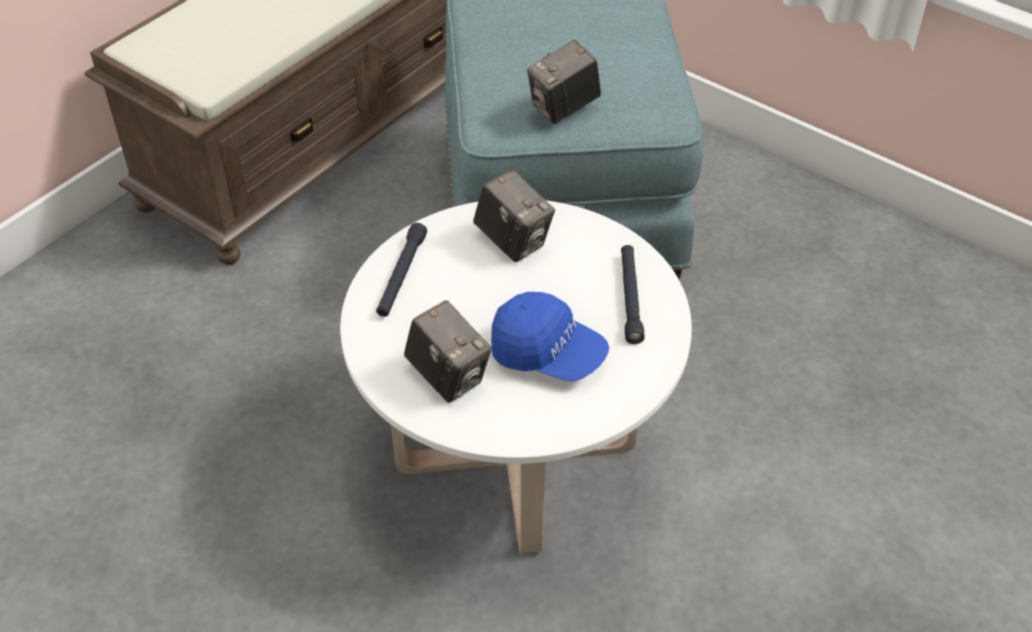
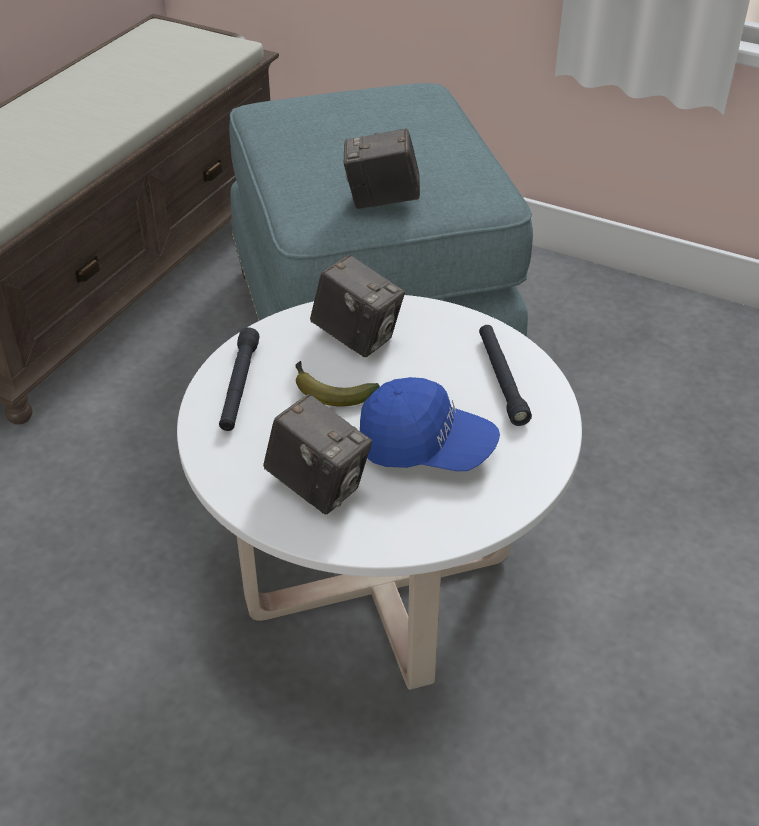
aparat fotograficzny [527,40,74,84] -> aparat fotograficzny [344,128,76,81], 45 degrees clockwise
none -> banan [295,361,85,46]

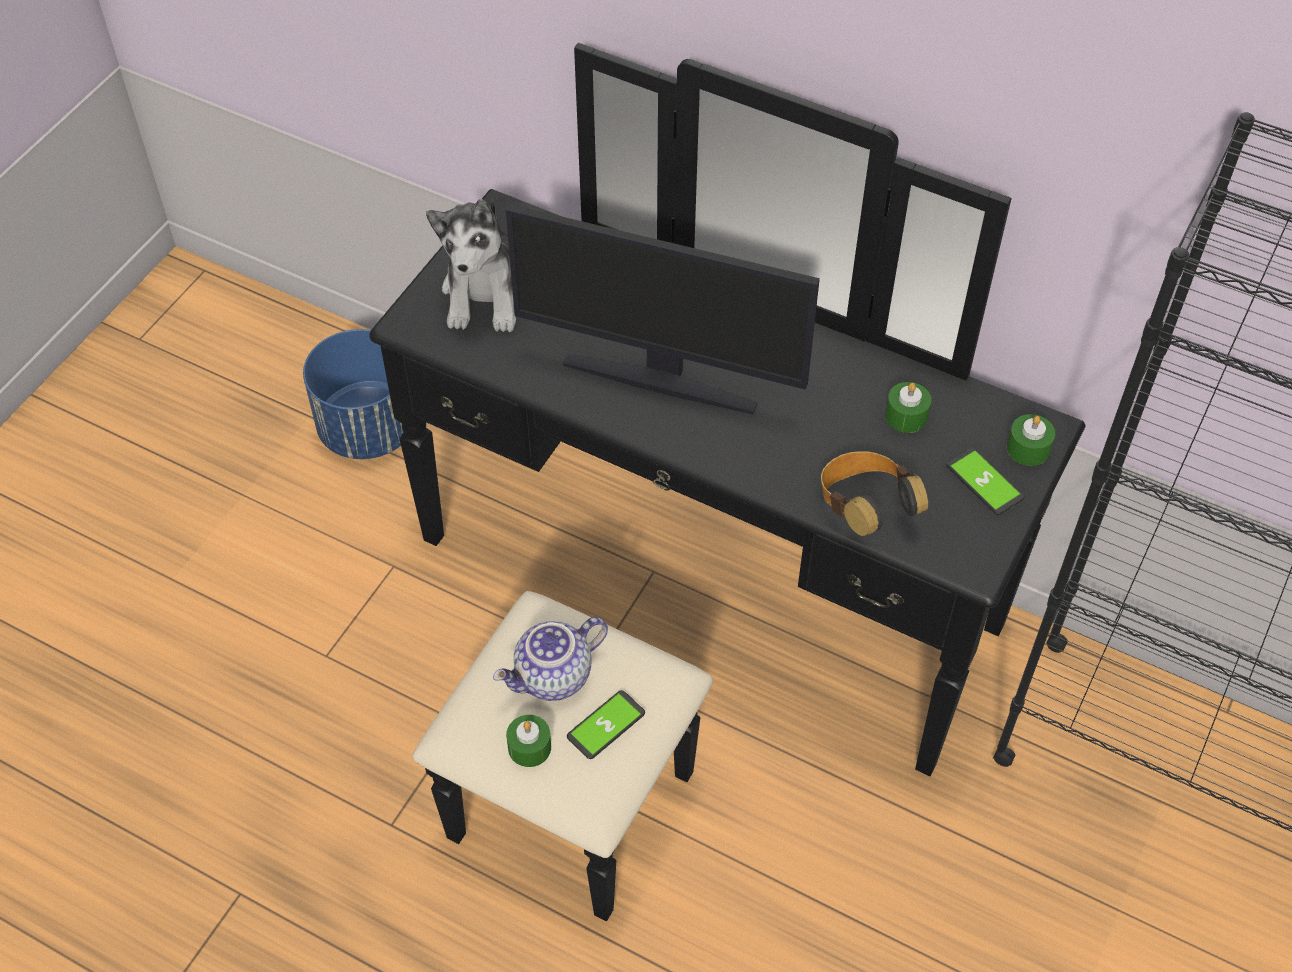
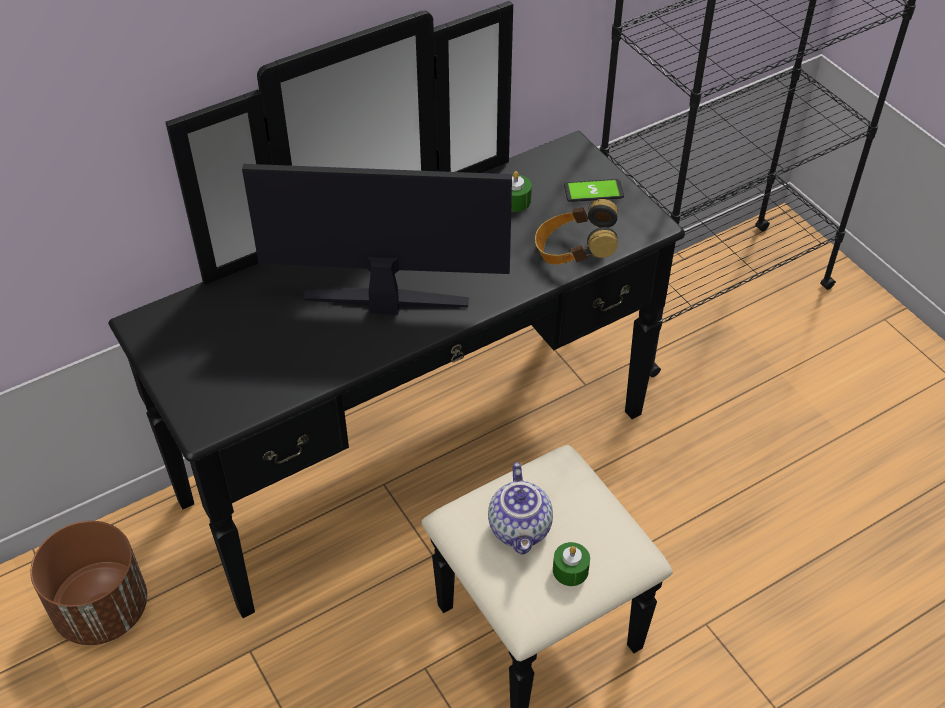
pluszak [426,198,90,134] -> none
monitor [506,204,314,210] -> monitor [242,164,270,151], 135 degrees counterclockwise
donica (niebieski) [303,329,100,130] -> donica (brązowy) [30,521,117,124]
świeca (zielony) [1007,414,48,52] -> none
telefon [567,690,78,69] -> none

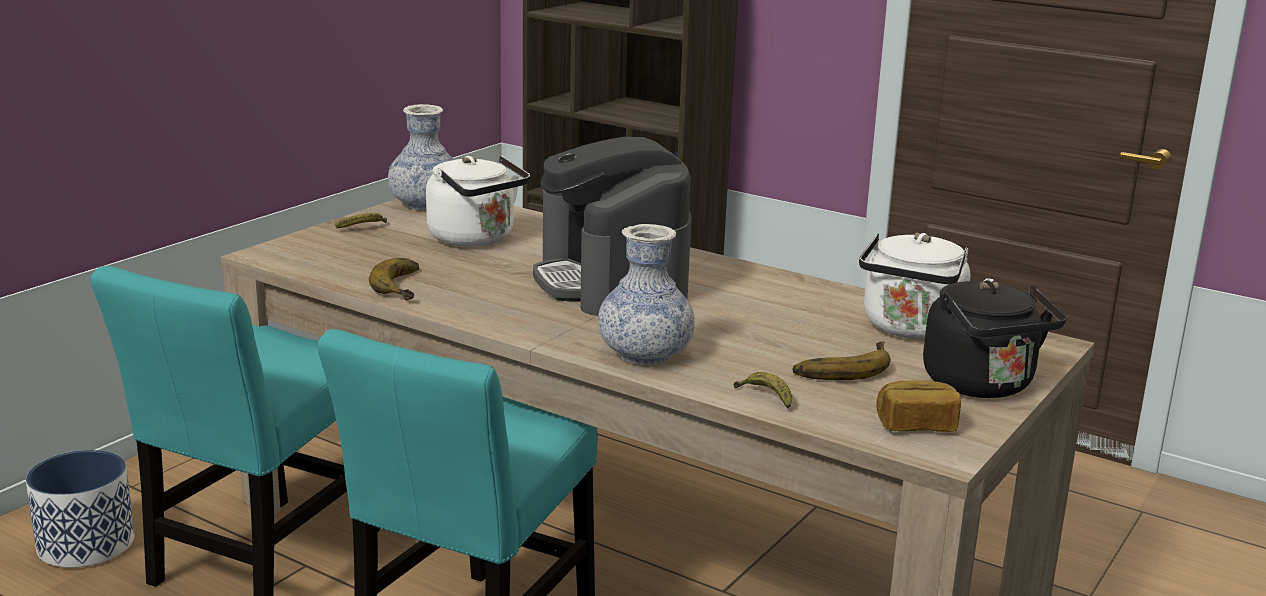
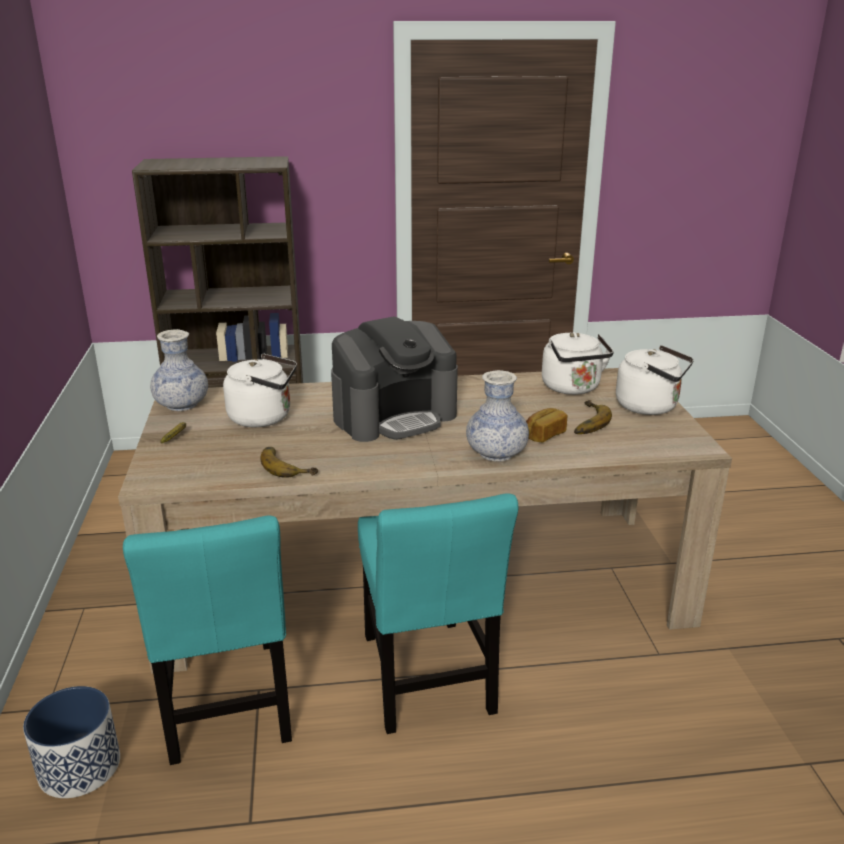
ekspres do kawy [533,137,158,179] -> ekspres do kawy [331,316,127,126], 60 degrees counterclockwise
czajnik (czarny) [923,280,144,118] -> czajnik (biały) [616,345,78,70]
banan [733,372,59,36] -> none
chleb [876,381,85,51] -> chleb [526,408,41,35], moved

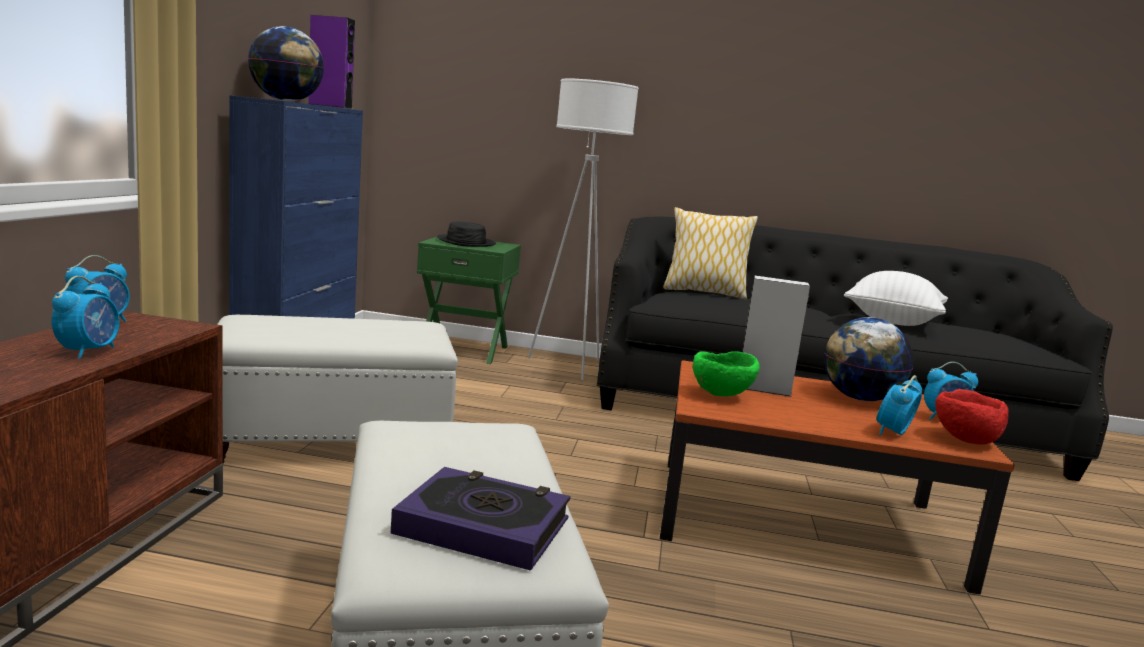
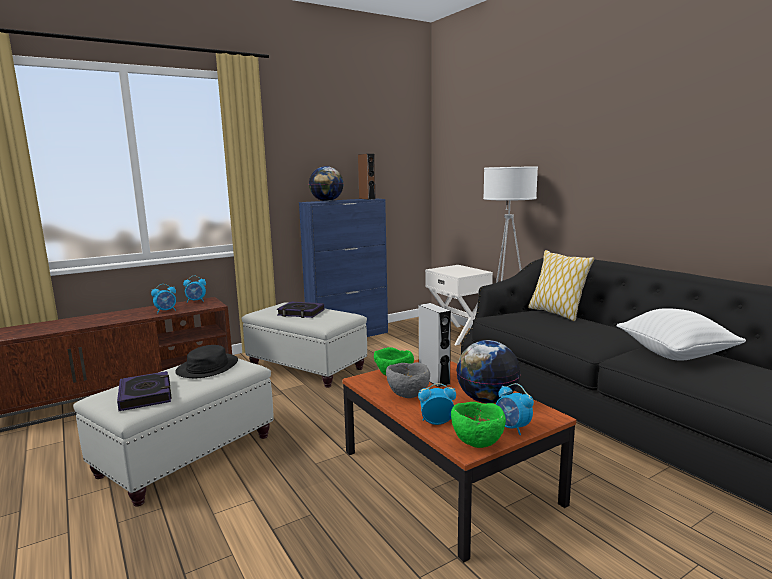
głośnik (fioletowy) [308,15,47,94] -> głośnik (brązowy) [358,154,17,46]
kapelusz (czarny) [437,222,59,25] -> kapelusz (czarny) [175,345,63,33], moved
szafka nocna (zielony) [417,237,104,127] -> szafka nocna (biały) [425,265,68,80]
miska (czerwony) [935,389,74,56] -> miska (zielony) [451,402,55,46]
none -> książka [277,301,47,17]
none -> miska (szary) [386,362,44,36]

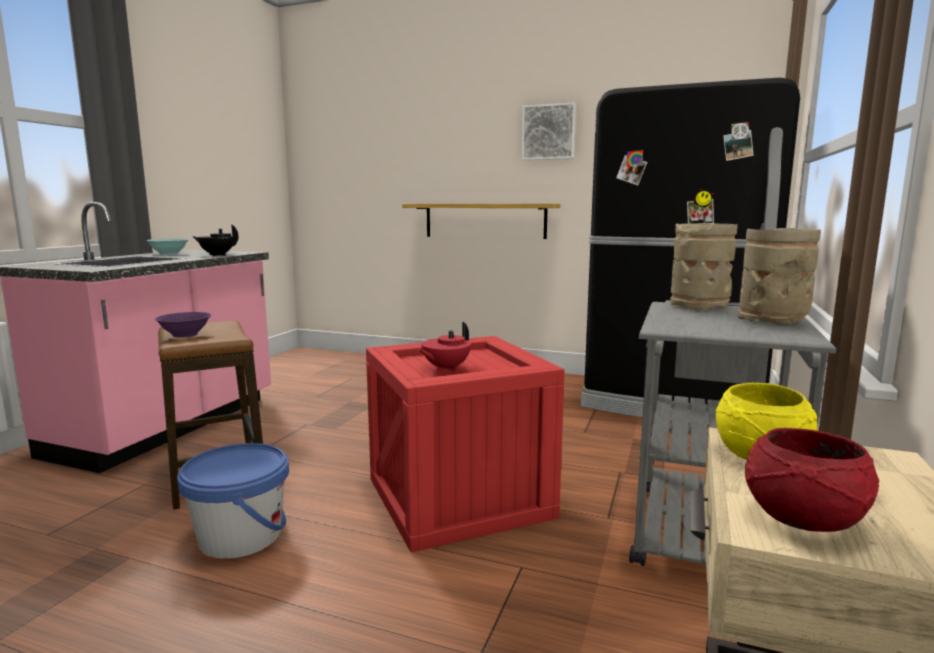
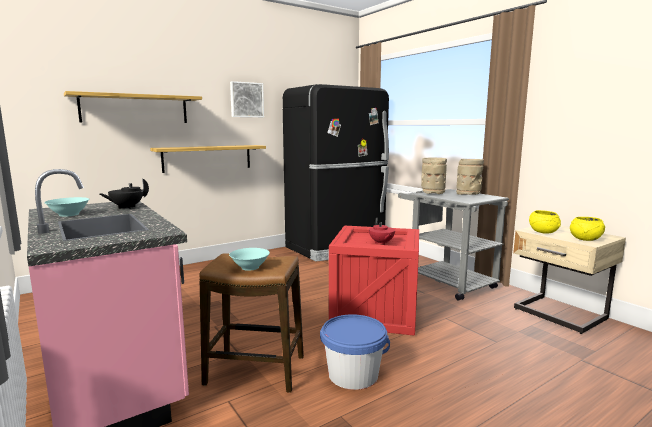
miska (fioletowy) [155,312,56,26] -> miska (turkusowy) [229,248,41,23]
miska (czerwony) [745,428,134,104] -> miska (żółty) [570,217,36,24]
none -> półka [64,91,138,32]

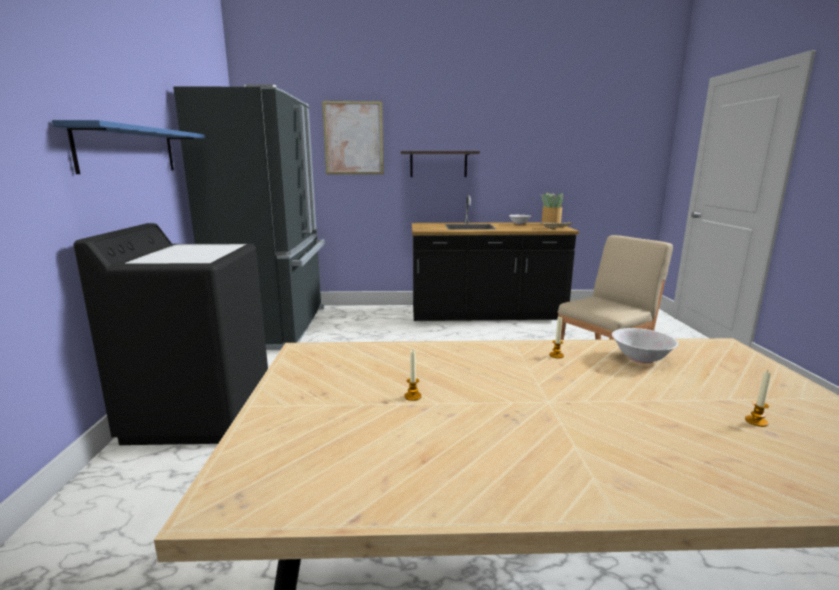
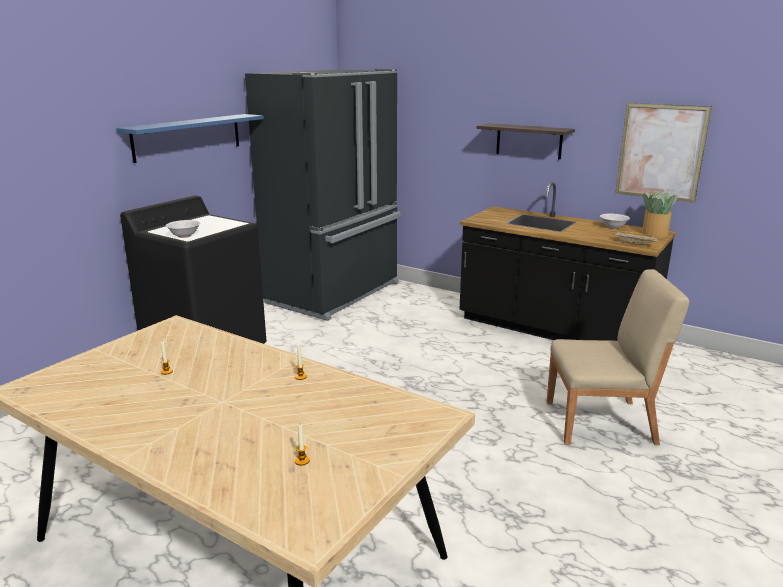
obraz [322,101,62,73] -> obraz [615,103,97,100], moved
miska (biały) [612,328,66,36] -> miska (biały) [166,220,34,18], moved

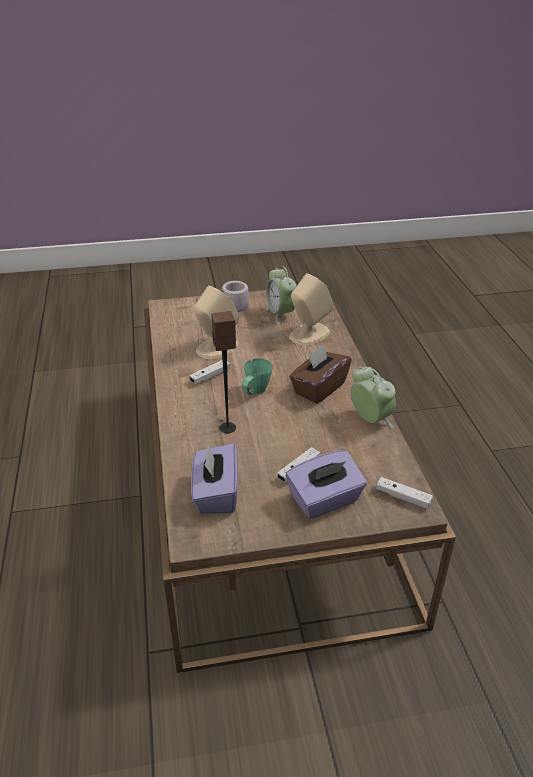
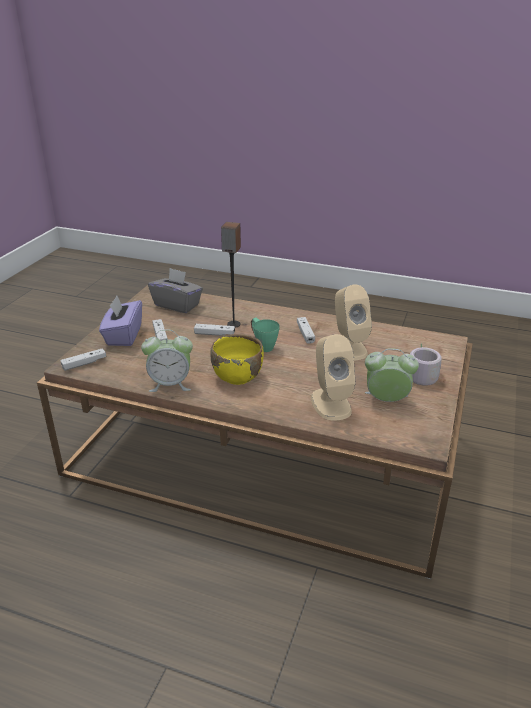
pudełko chusteczek (brązowy) [290,344,62,59] -> miska (żółty) [210,334,54,51]
pudełko chusteczek (fioletowy) [191,443,47,71] -> pudełko chusteczek (szary) [148,268,55,45]
none -> pad do gier (biały) [194,324,41,12]

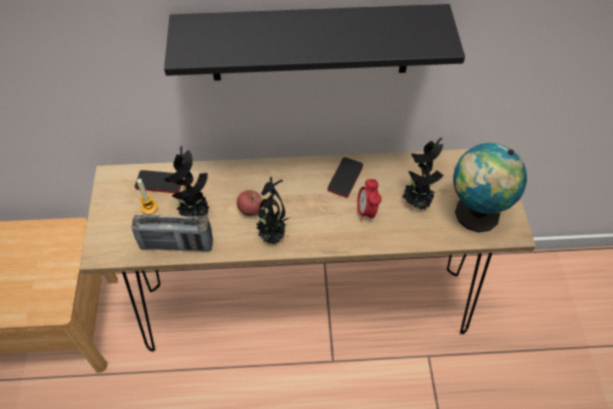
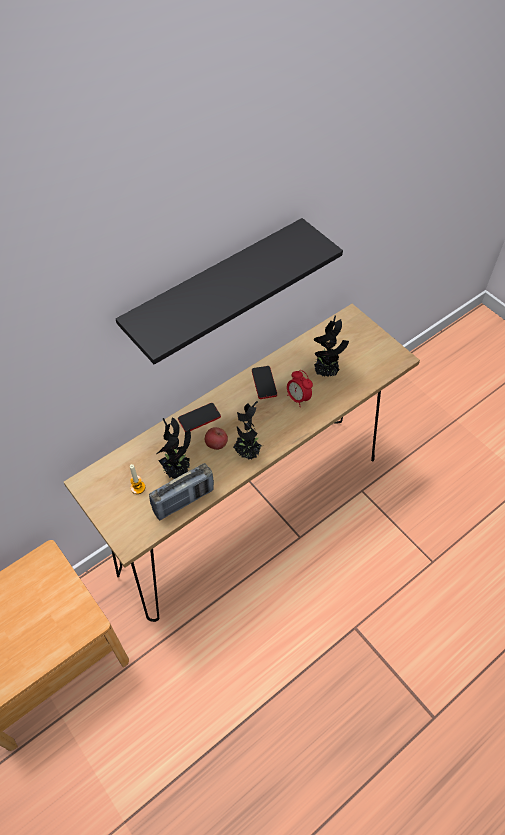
globus [453,143,74,89] -> none
telefon [135,170,46,23] -> telefon [178,403,43,29], moved

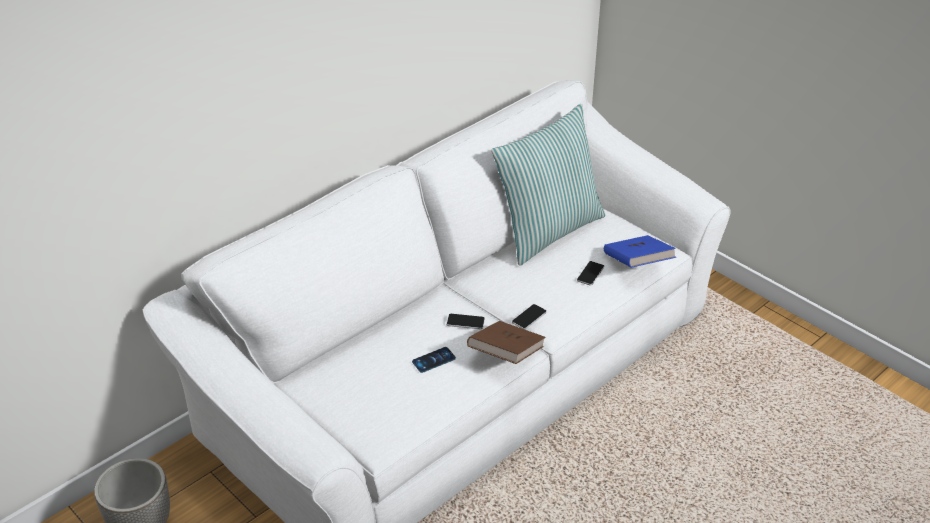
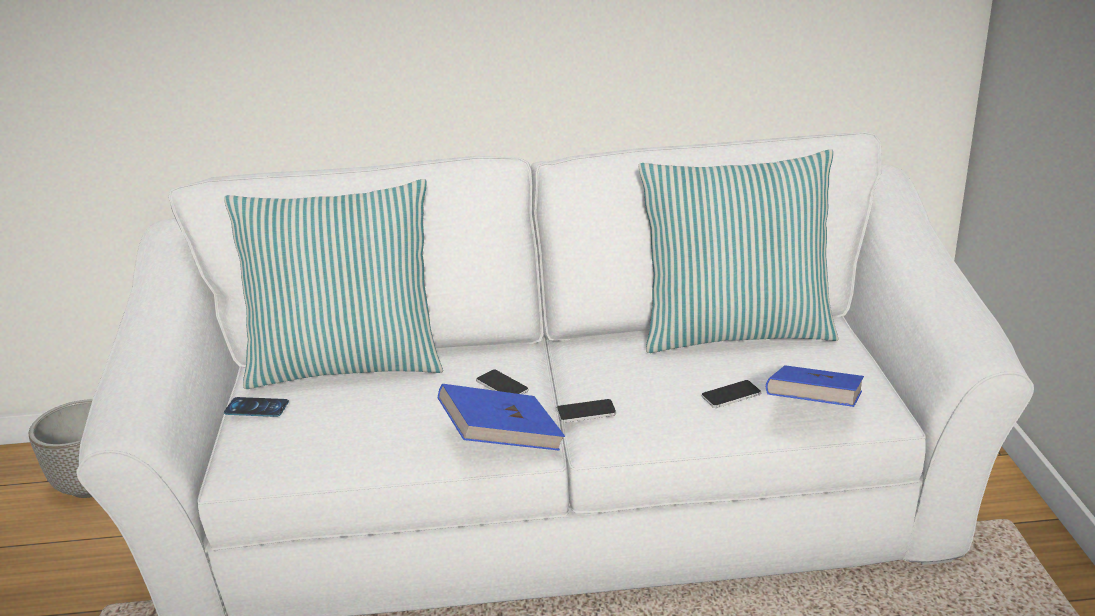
książka (brązowy) [467,321,79,43] -> książka (niebieski) [438,384,127,67]
telefon [412,347,44,26] -> telefon [224,397,65,20], moved
none -> poduszka [224,179,219,210]

